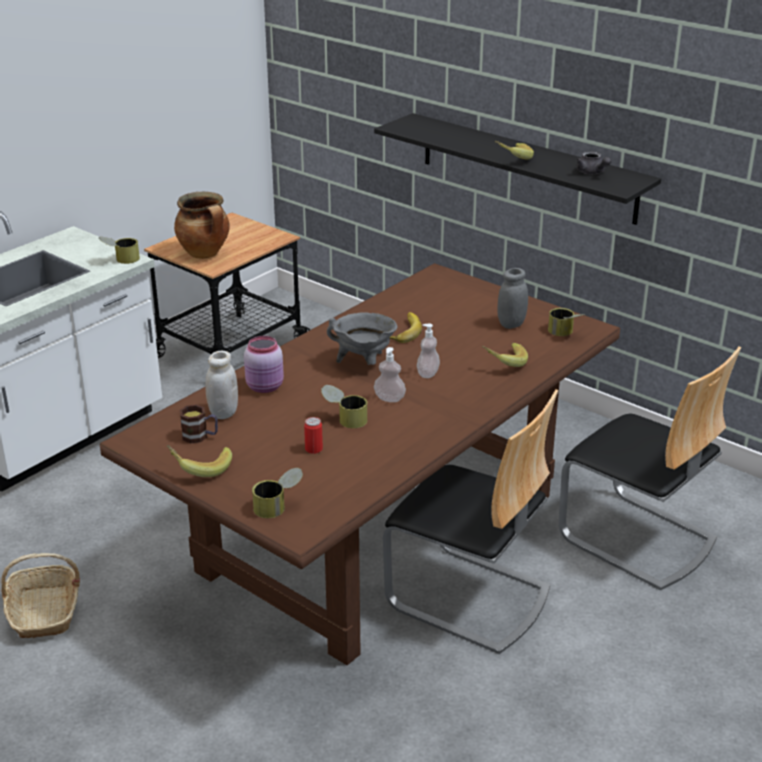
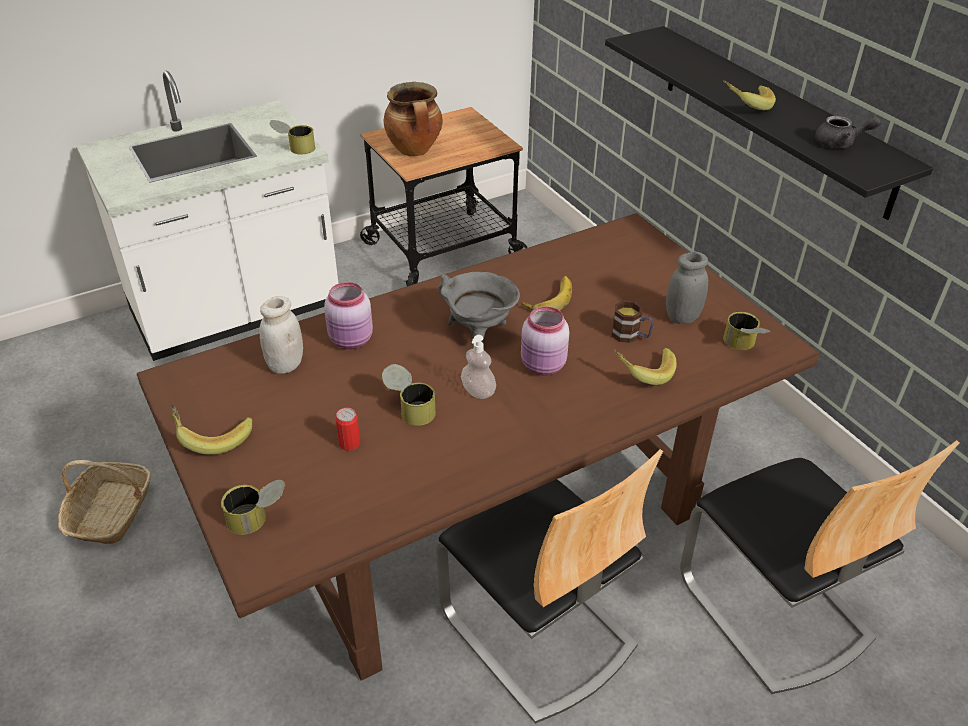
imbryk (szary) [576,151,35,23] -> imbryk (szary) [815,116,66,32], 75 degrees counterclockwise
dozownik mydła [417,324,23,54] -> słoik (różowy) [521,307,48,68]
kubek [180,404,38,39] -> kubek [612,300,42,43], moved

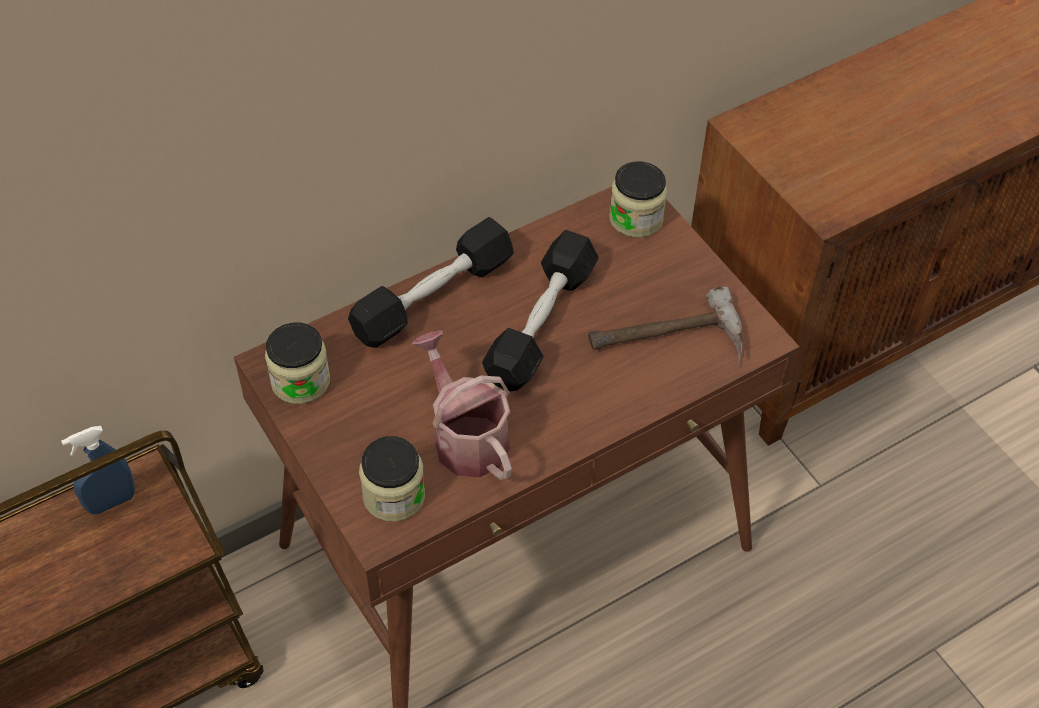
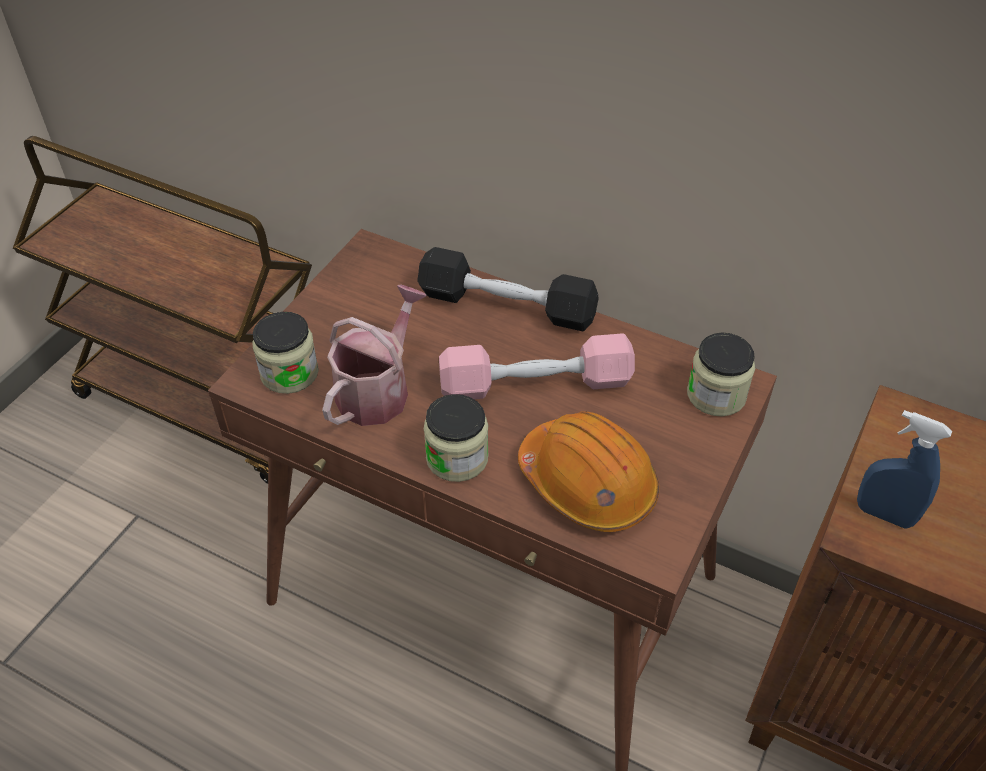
hantel (czarny) [482,230,117,162] -> hantel (różowy) [439,333,196,66]
młotek [588,287,155,80] -> kask (pomarańczowy) [518,411,141,121]
słoik [265,323,65,81] -> słoik [424,394,65,88], moved
spryskiwacz (niebieski) [61,426,74,88] -> spryskiwacz (niebieski) [857,410,95,118], moved

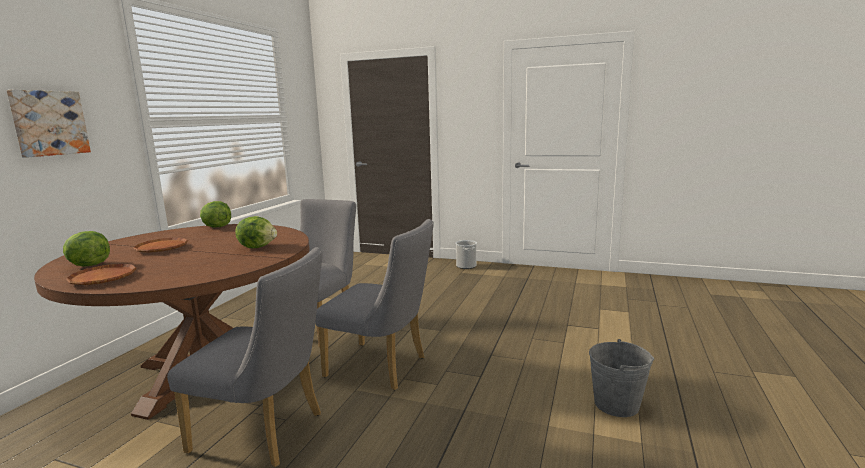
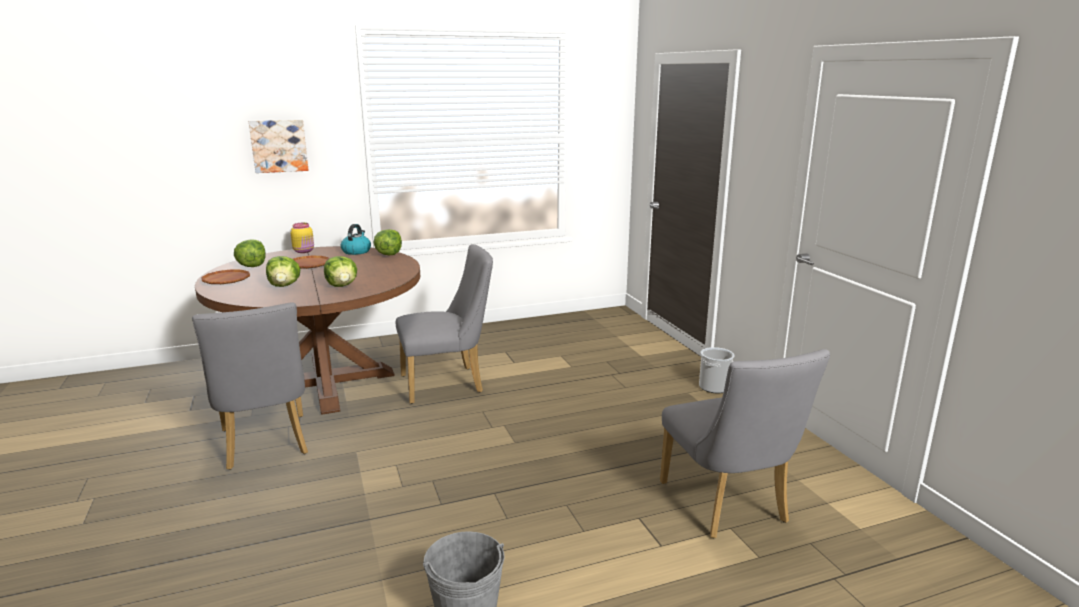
krzesło (szary) [315,219,118,171] -> krzesło (szary) [660,349,170,189], moved
none -> słoik (żółty) [290,223,24,30]
none -> czajnik [341,224,30,31]
none -> sałata [266,256,34,31]

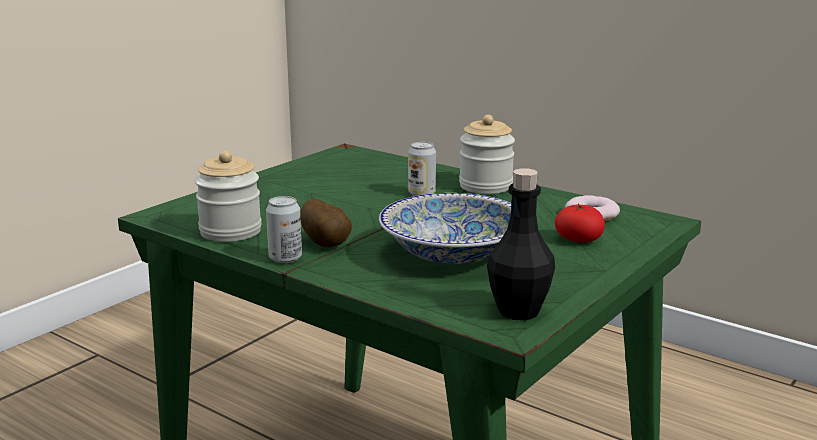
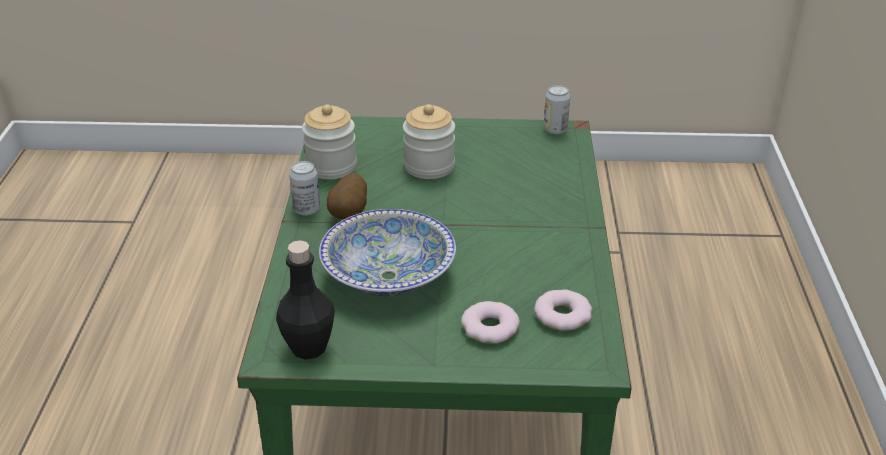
słoik [459,115,56,79] -> słoik [403,104,52,75], moved
puszka [408,142,28,54] -> puszka [544,85,26,49], moved
pomidor [555,203,50,40] -> donut [461,301,59,43]

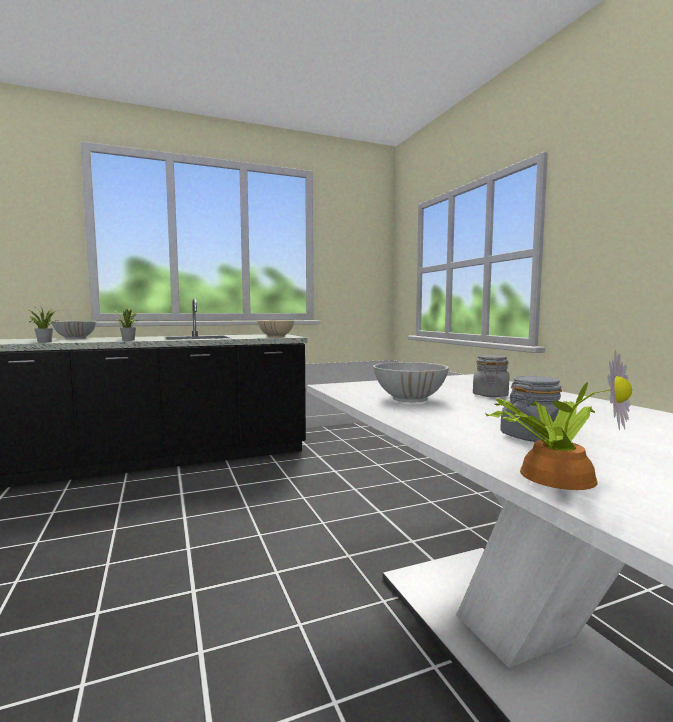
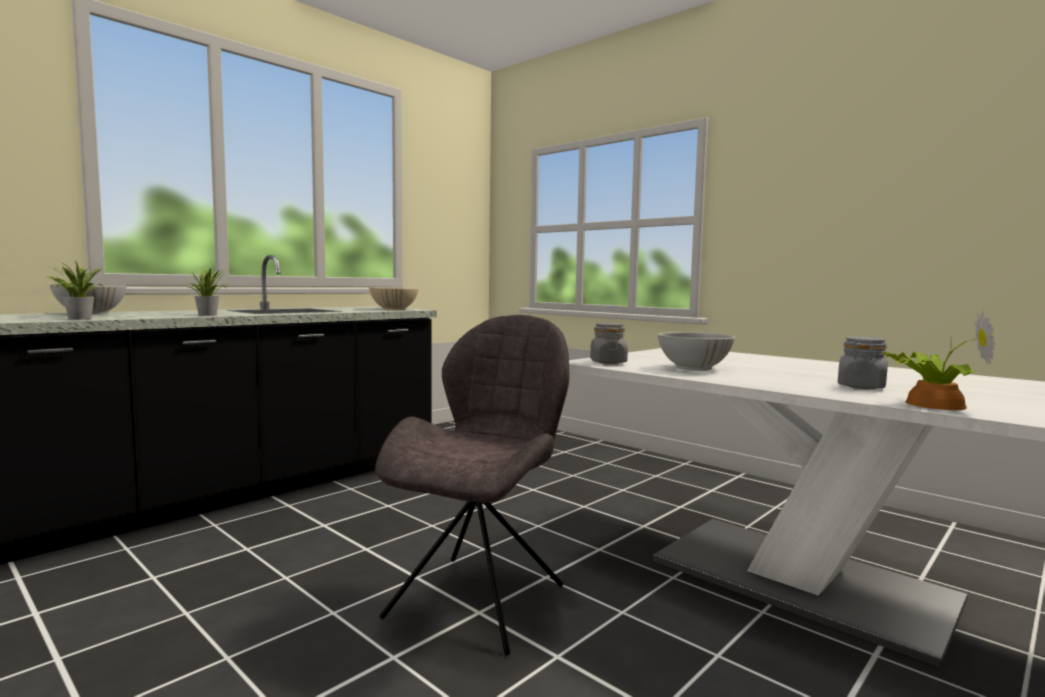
słoik (szary) [473,355,37,42] -> słoik (szary) [590,323,38,41], moved
none -> krzesło (szary) [375,315,194,340]

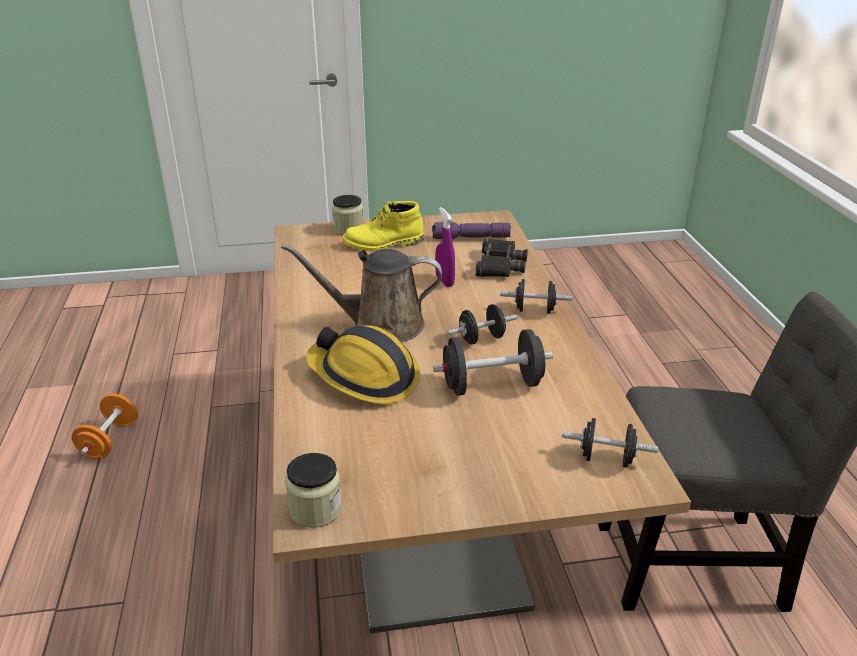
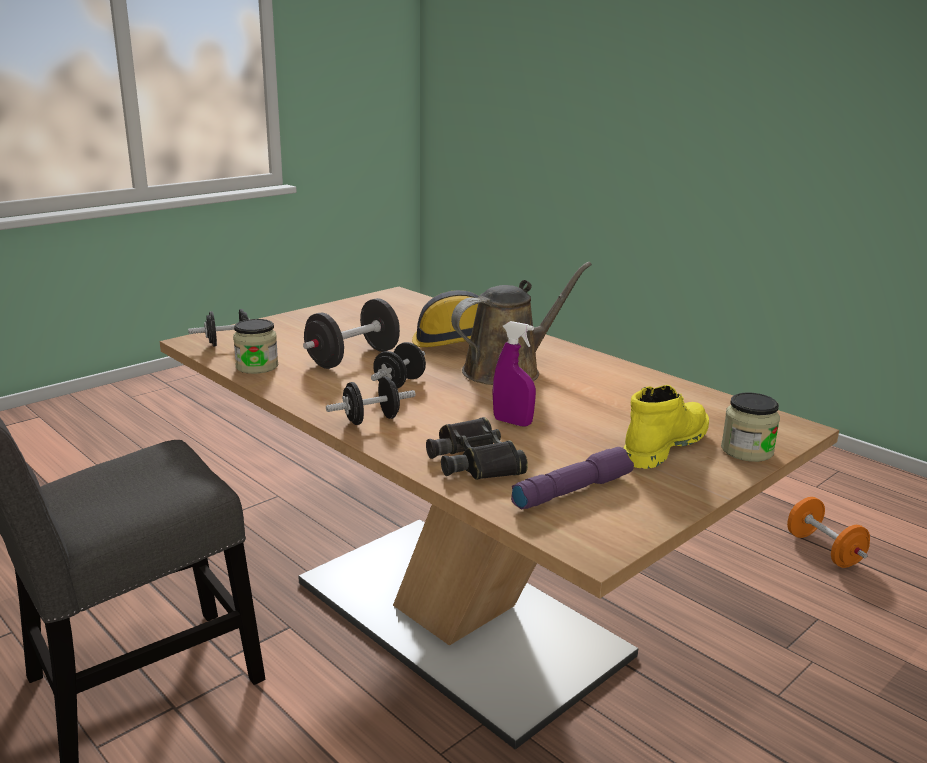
słoik [285,453,57,75] -> słoik [233,319,45,55], moved

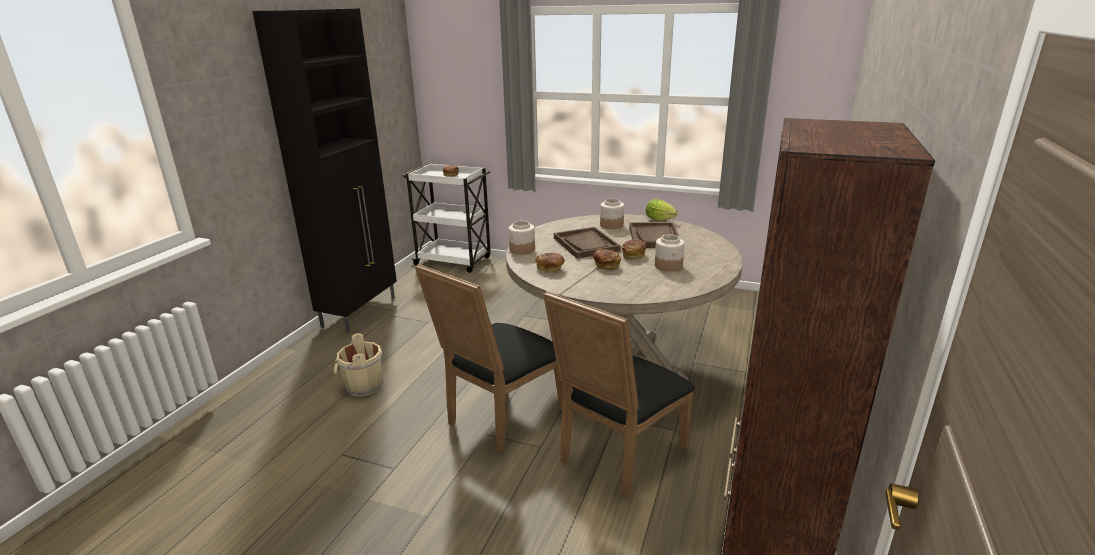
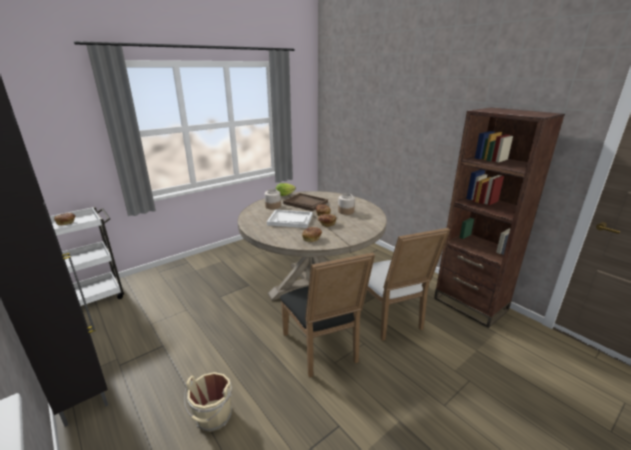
słoik [508,221,27,34] -> none
taca (brązowy) [554,227,67,32] -> taca (biały) [267,210,46,18]
krzesło (czarny) [543,291,152,208] -> krzesło (biały) [367,228,83,113]

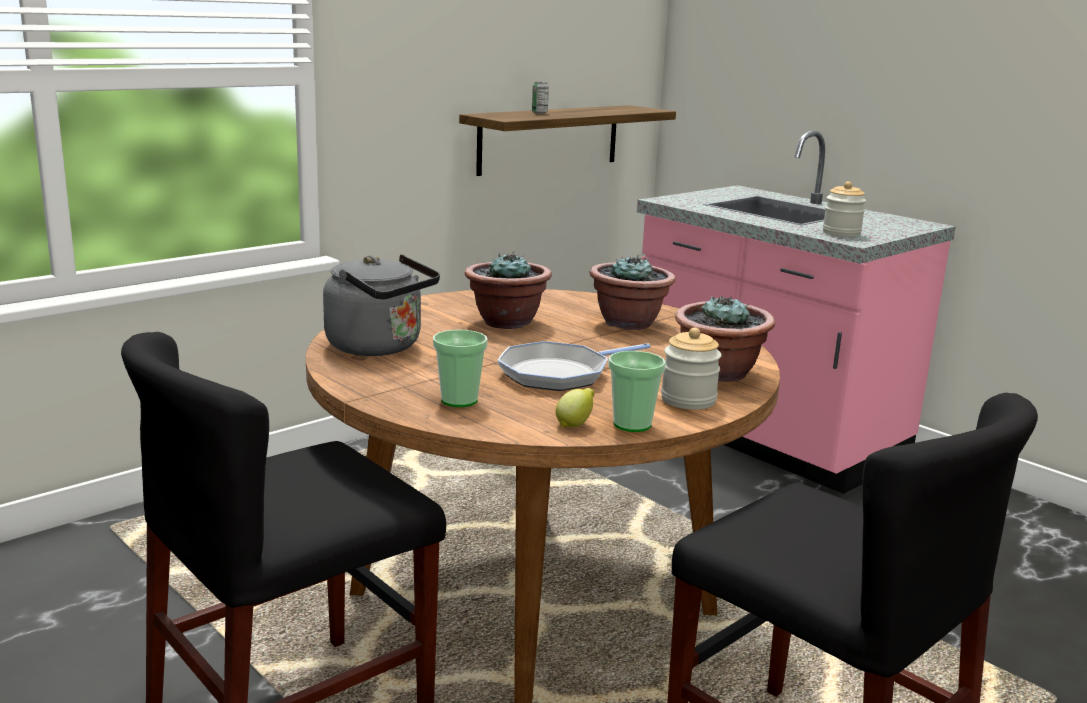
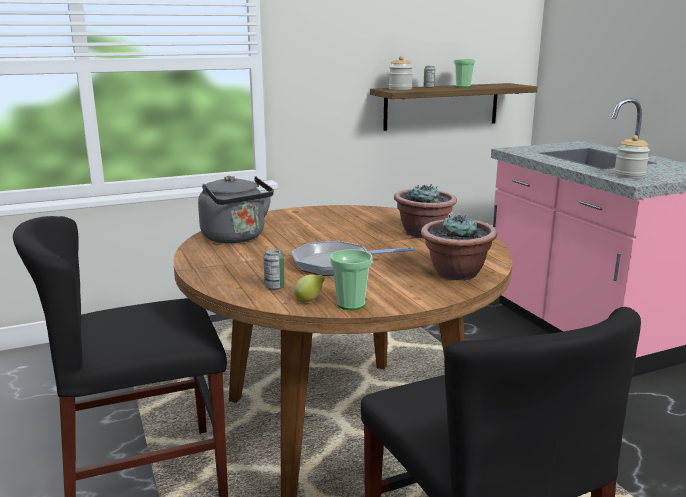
roślina doniczkowa [465,252,87,77] -> none
słoik [661,328,61,82] -> słoik [389,56,24,34], moved
filiżanka [433,330,55,77] -> filiżanka [454,59,21,28], moved
none -> puszka [263,249,22,41]

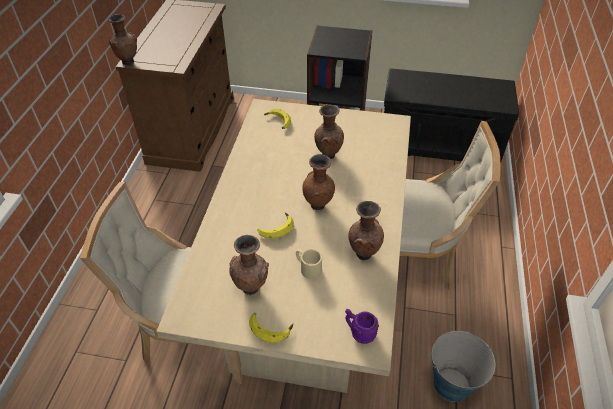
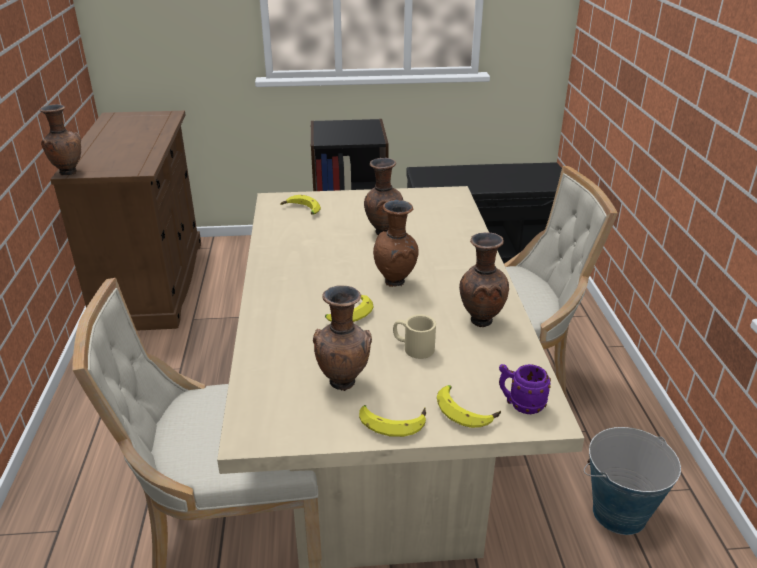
none -> banan [437,385,64,43]

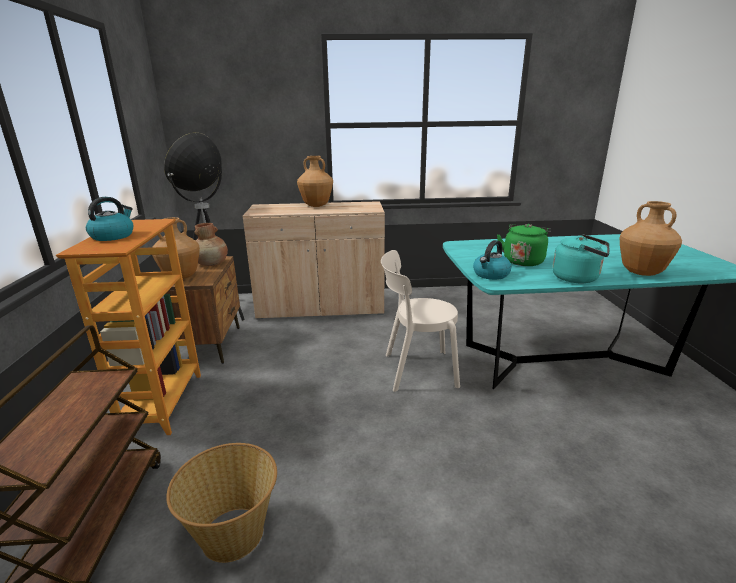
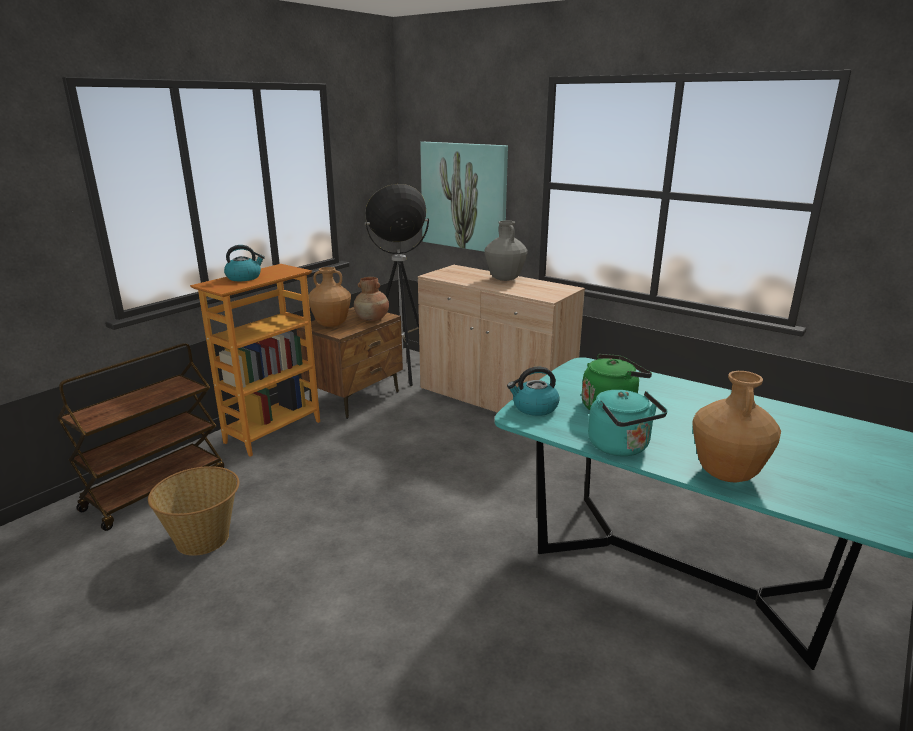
wazon (brązowy) [297,156,36,51] -> wazon (szary) [485,220,43,61]
krzesło (beżowy) [381,250,79,142] -> none
none -> obraz [420,142,88,110]

